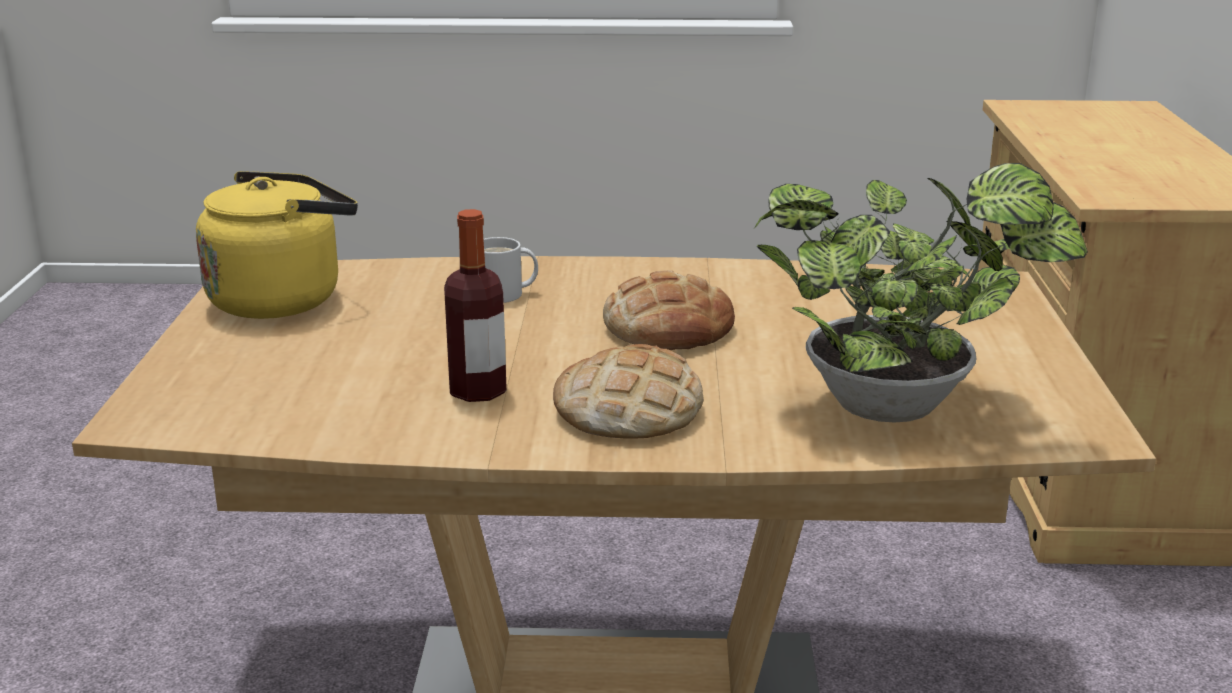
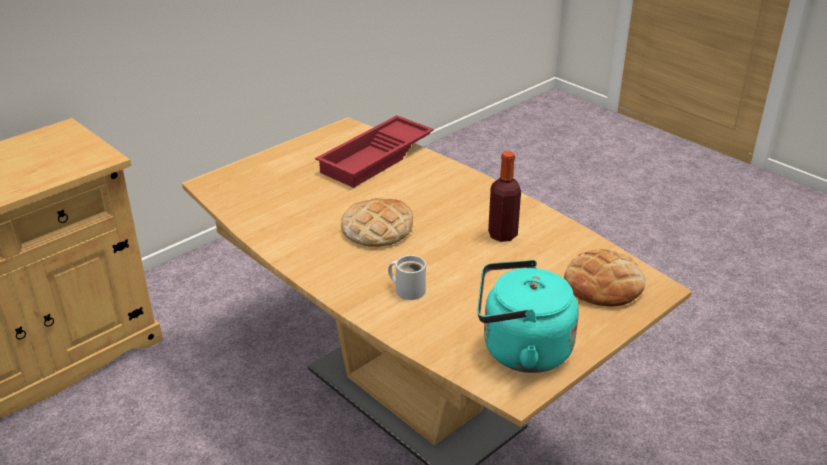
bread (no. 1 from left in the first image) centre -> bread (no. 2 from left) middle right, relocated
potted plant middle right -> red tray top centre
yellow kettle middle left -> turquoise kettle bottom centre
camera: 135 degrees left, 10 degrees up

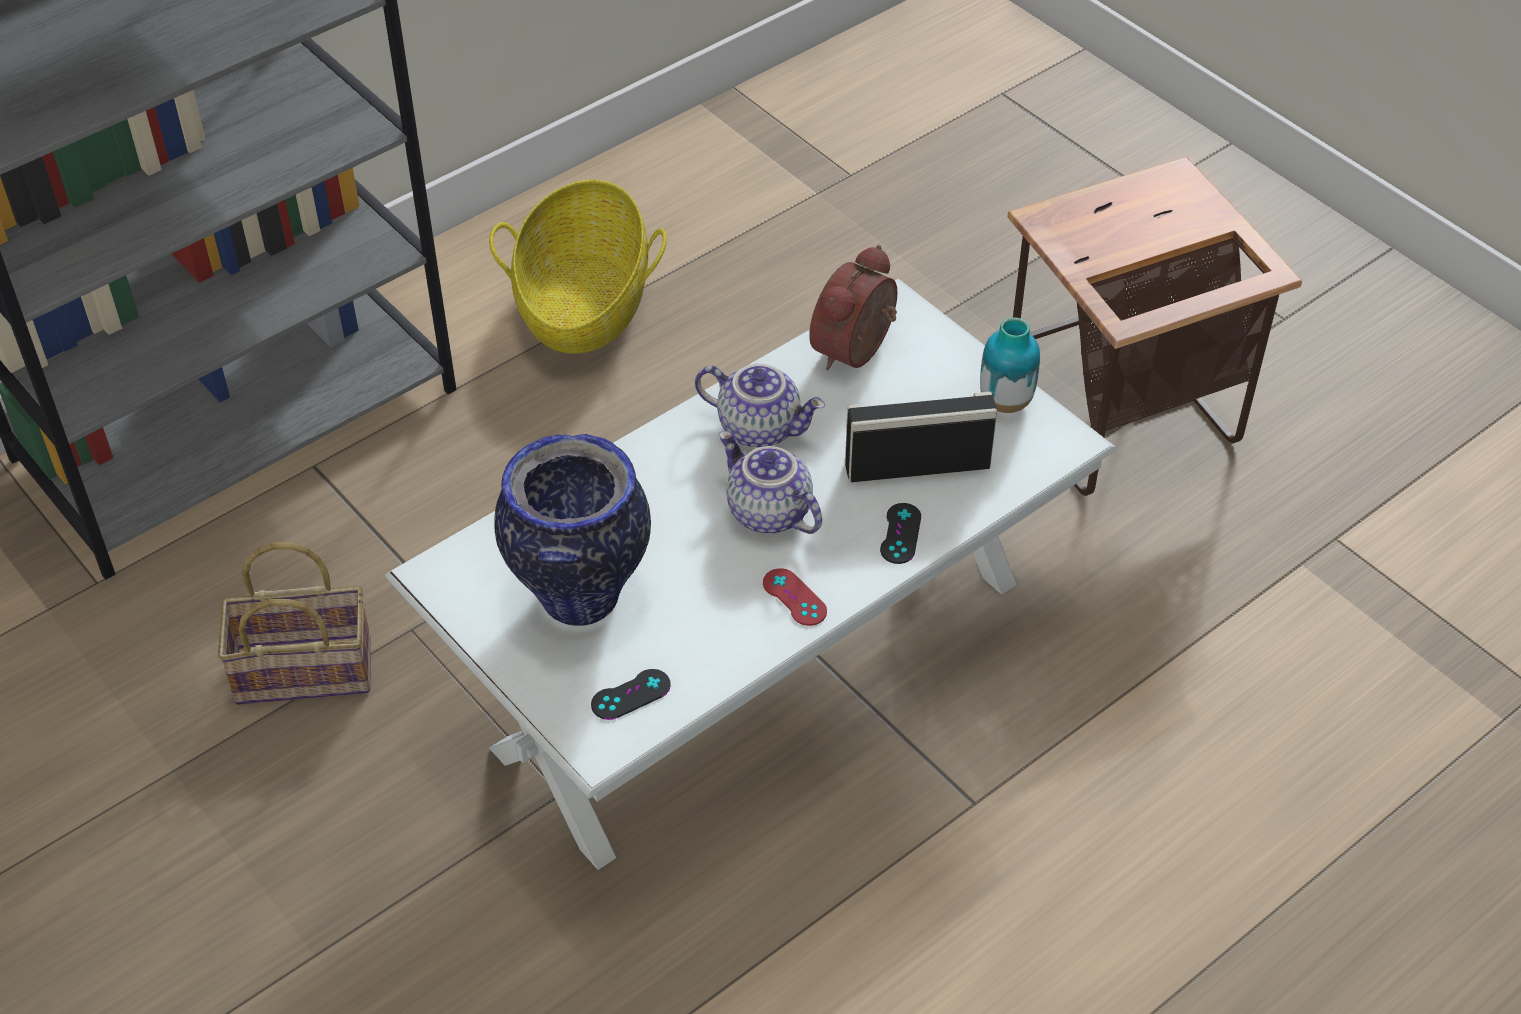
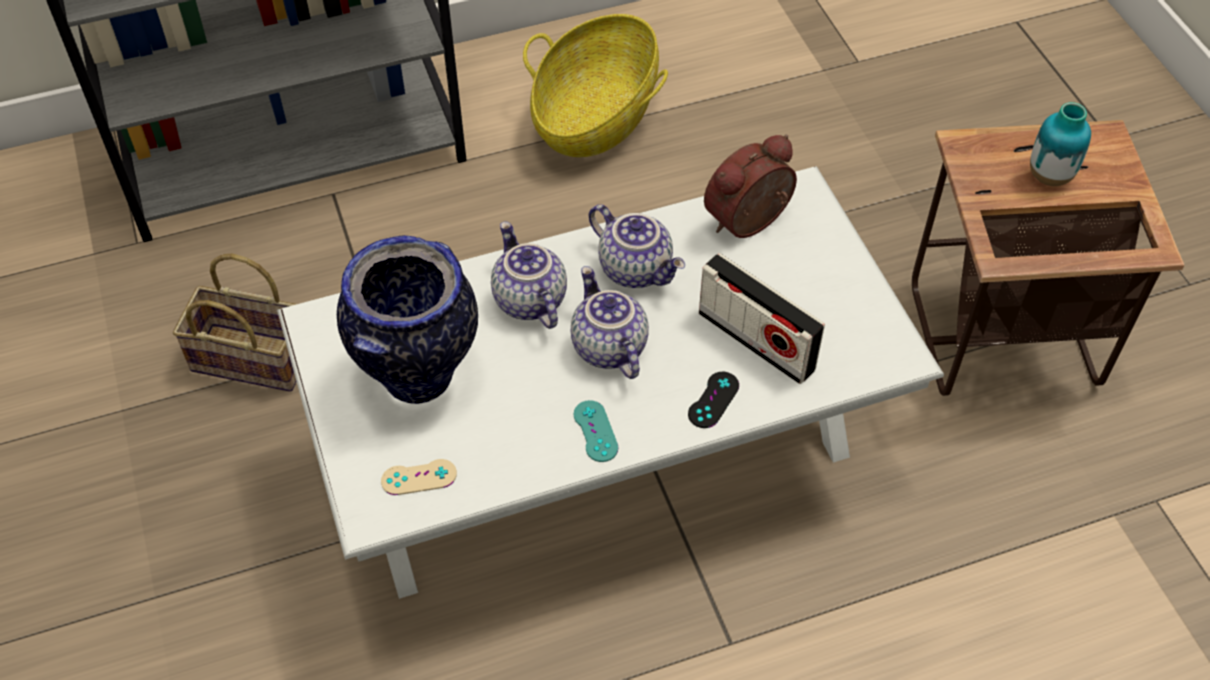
none -> teapot (no. 1 from left) centre
vase (no. 2 from left) centre -> vase (no. 2 from left) top right, relocated
black game controller (no. 1 from left) bottom centre -> beige game controller bottom centre
red game controller centre -> turquoise game controller centre
radio centre, 150 degrees counterclockwise
camera: 20 degrees right, 5 degrees up

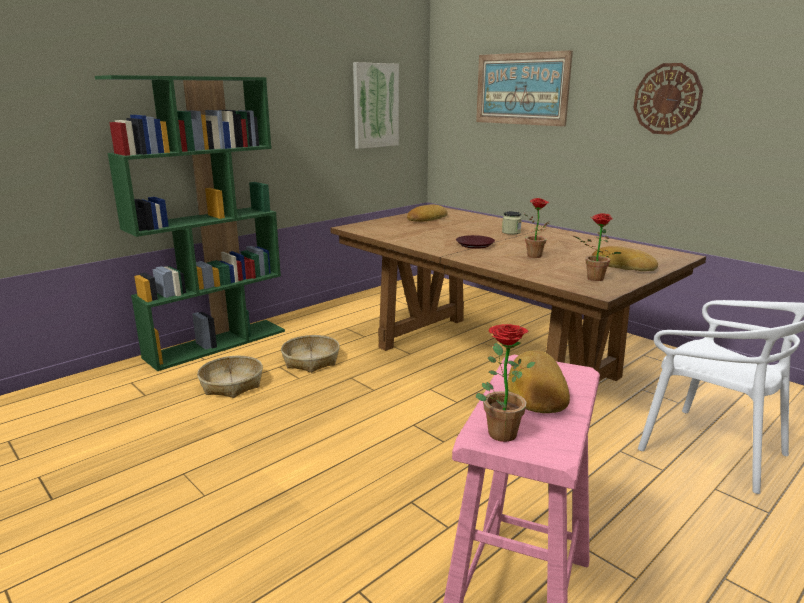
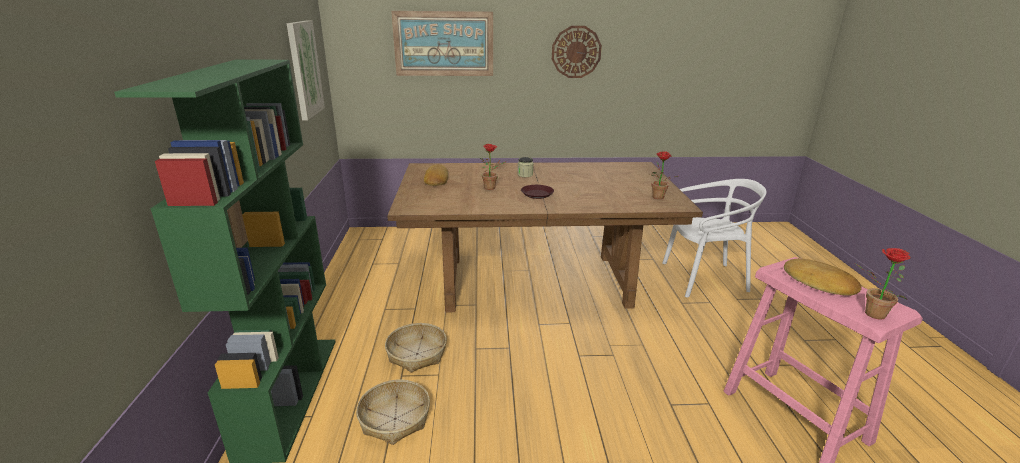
bread (no. 3 from left) middle right -> none
potted plant (no. 2 from left in the first image) middle right -> potted plant (no. 1 from left) centre, relocated
camera: 50 degrees left, 5 degrees up

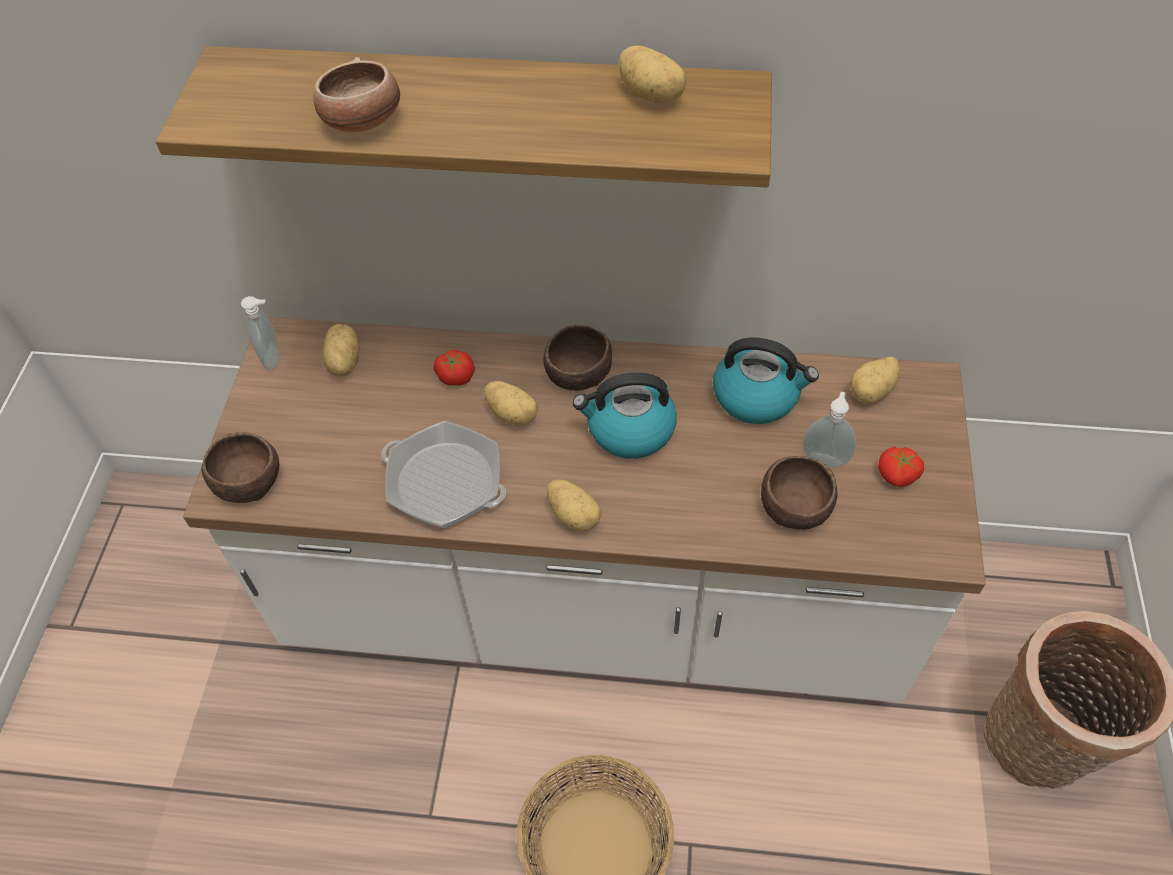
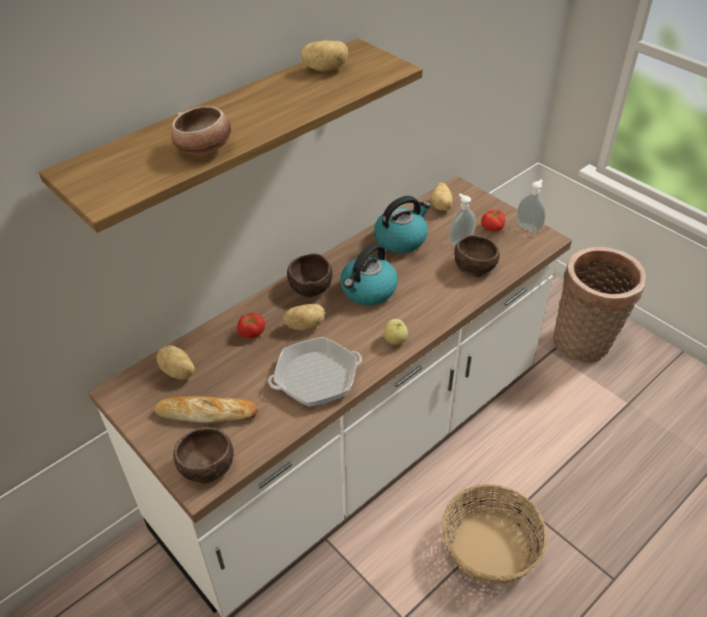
none -> bread middle left
soap dispenser (no. 1 from left in the first image) middle left -> soap dispenser (no. 2 from left) top right, relocated
potato (no. 3 from left) centre -> apple centre
camera: 50 degrees left, 10 degrees down

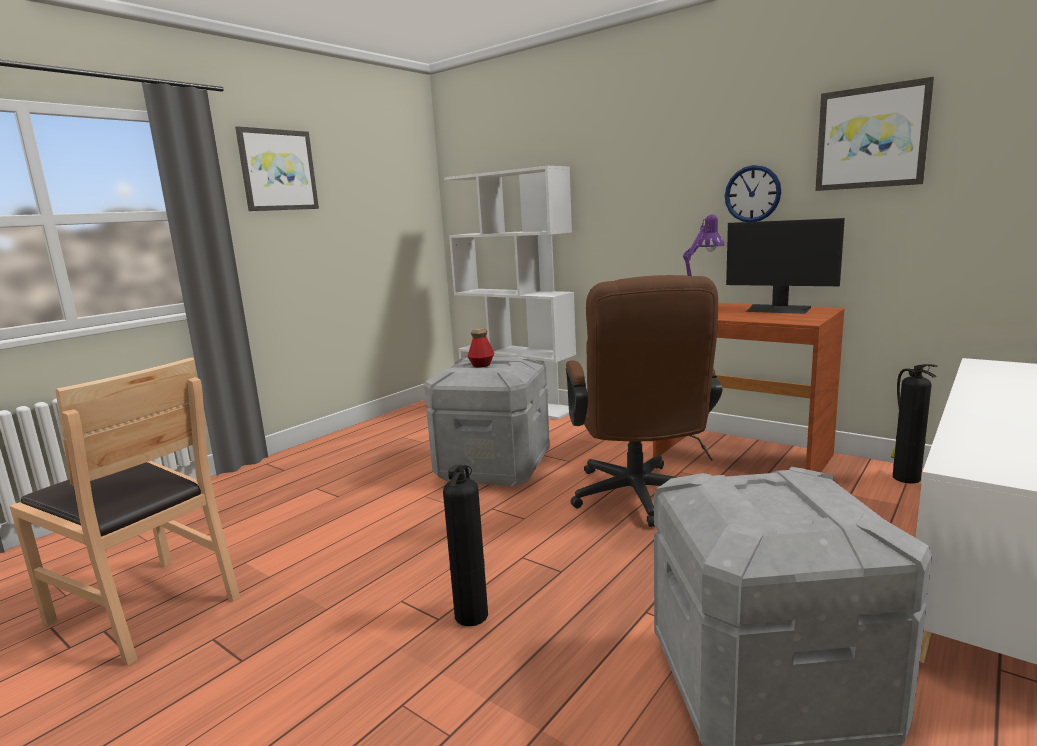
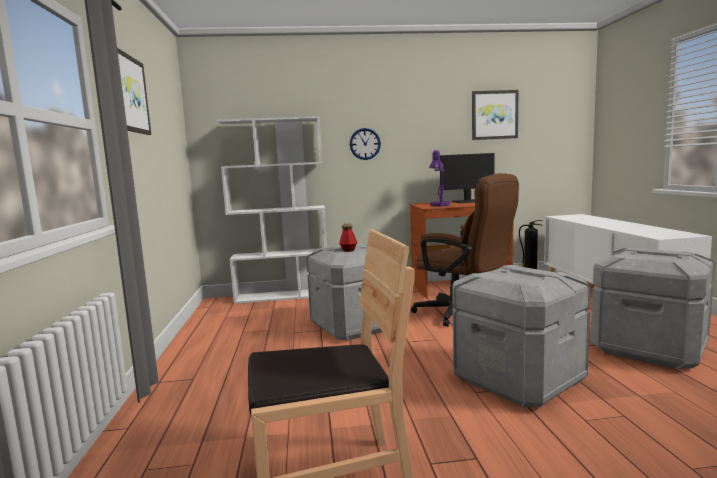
wall clock top right -> wall clock top centre, relocated
fire extinguisher (no. 1 from left) bottom centre -> grey storage box (no. 2 from left) bottom right
camera: 45 degrees left, 5 degrees down

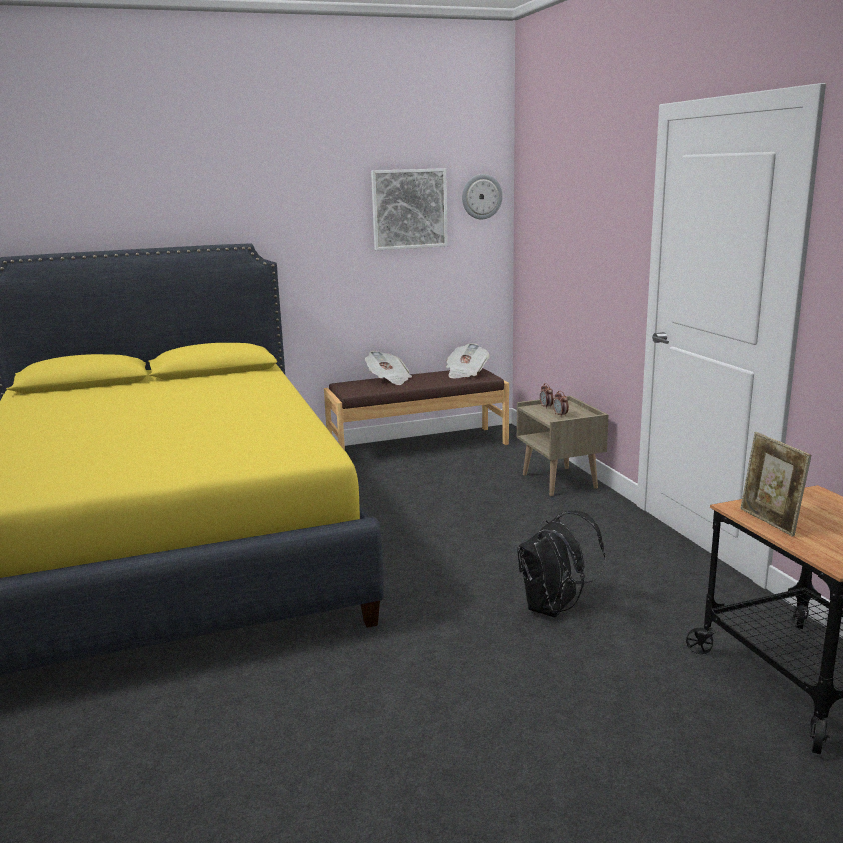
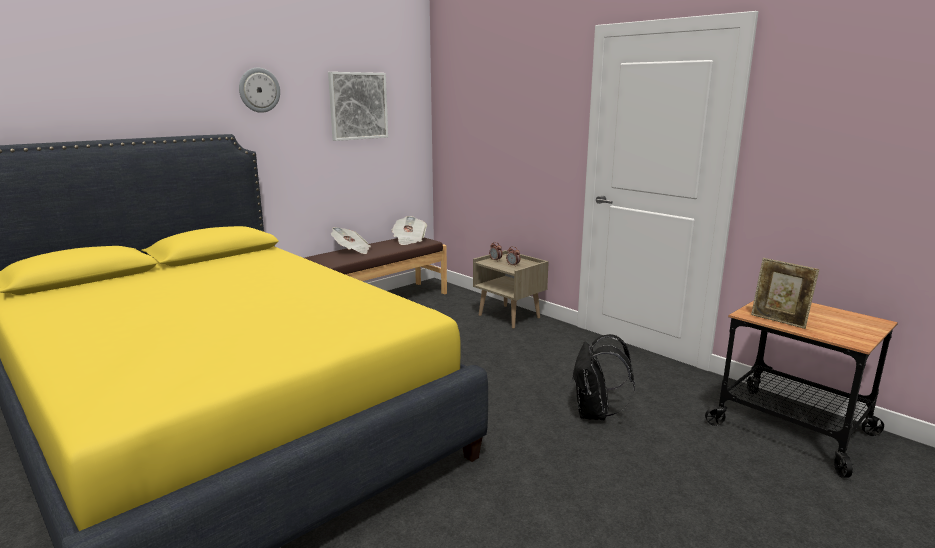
wall clock top centre -> wall clock top left, relocated
camera: 25 degrees left, 0 degrees up

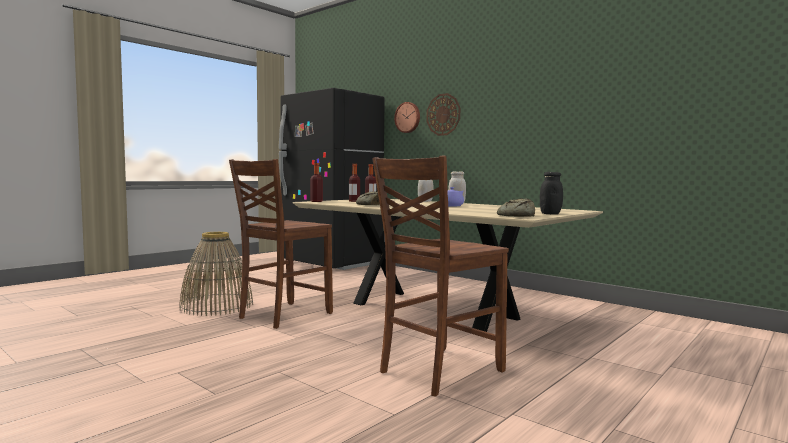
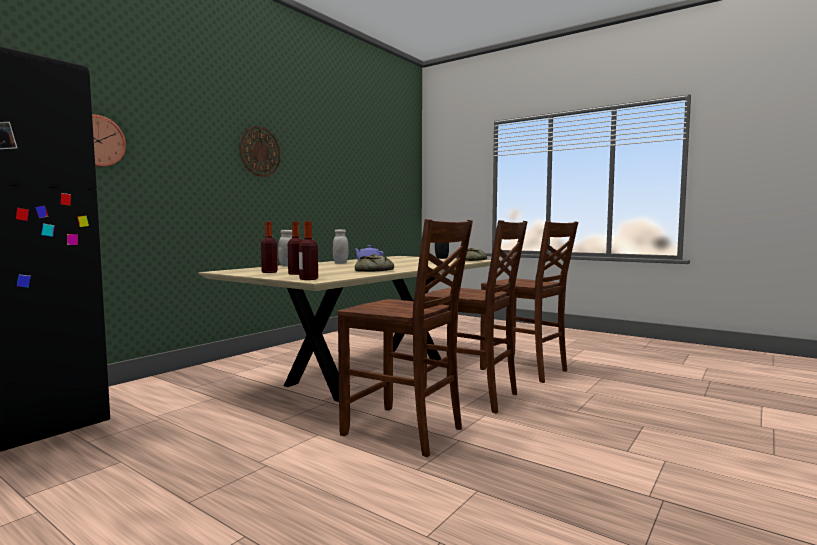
basket middle left -> none
none -> brown chair (no. 2 from left) centre
wall clock (no. 2 from left) top centre -> wall clock (no. 2 from left) top left, relocated
camera: 95 degrees left, 0 degrees up

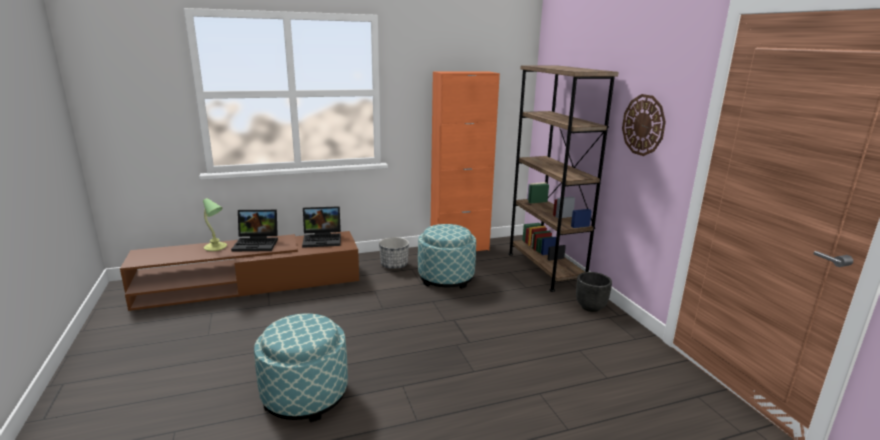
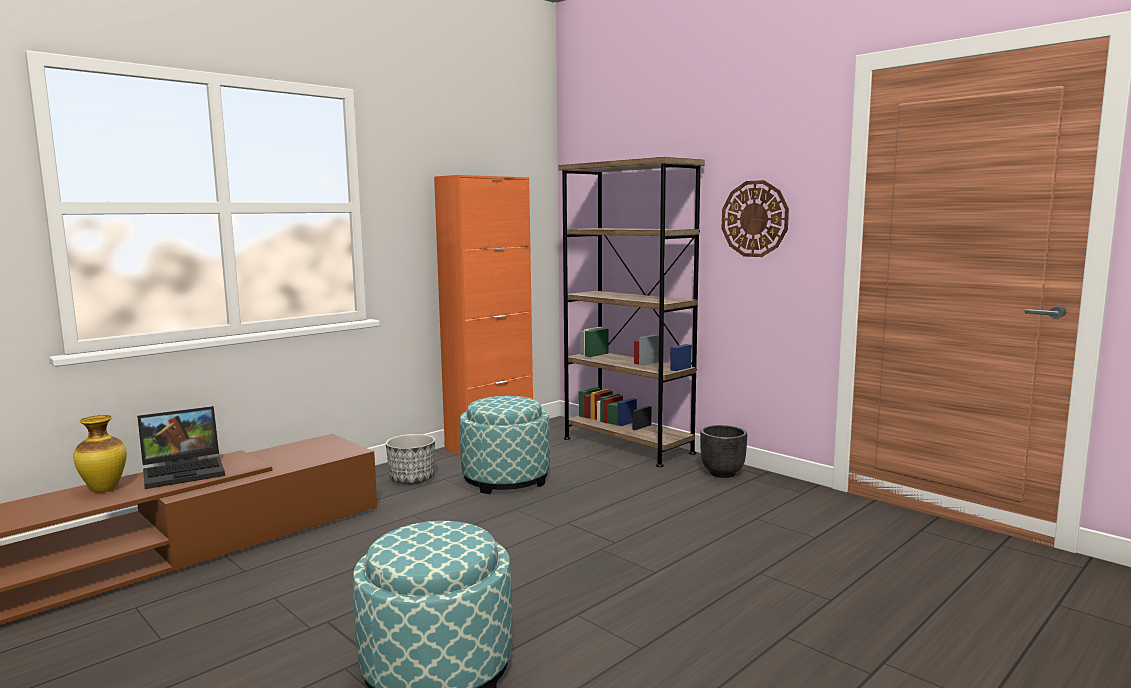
laptop (no. 2 from left) centre -> none
table lamp middle left -> vase middle left
camera: 25 degrees left, 10 degrees down

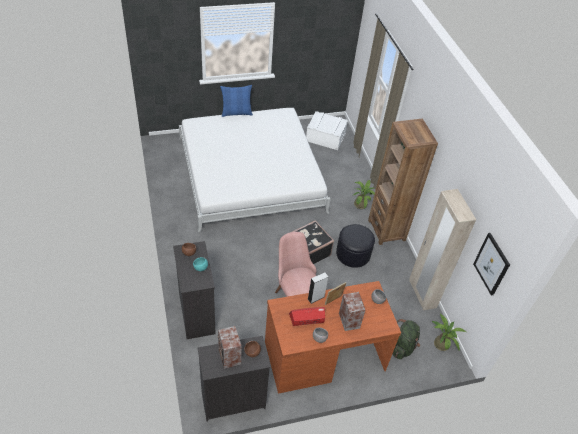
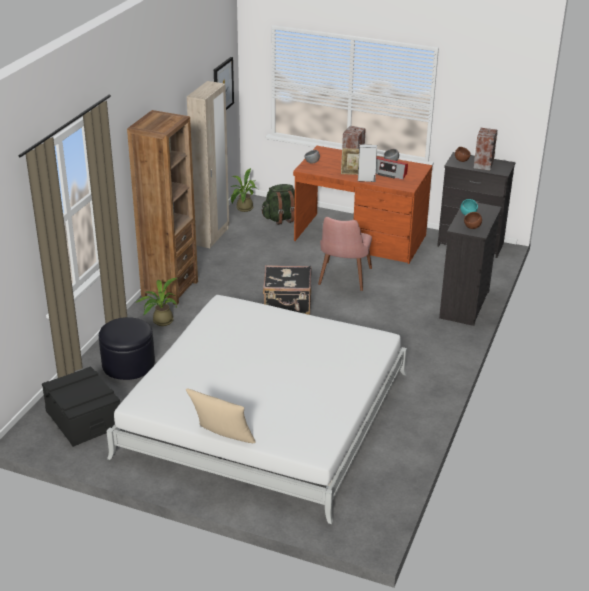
black ottoman centre -> black ottoman middle left, relocated
blue pillow top centre -> beige pillow bottom centre
white storage box top centre -> black storage box bottom left
camera: 140 degrees left, 15 degrees down

